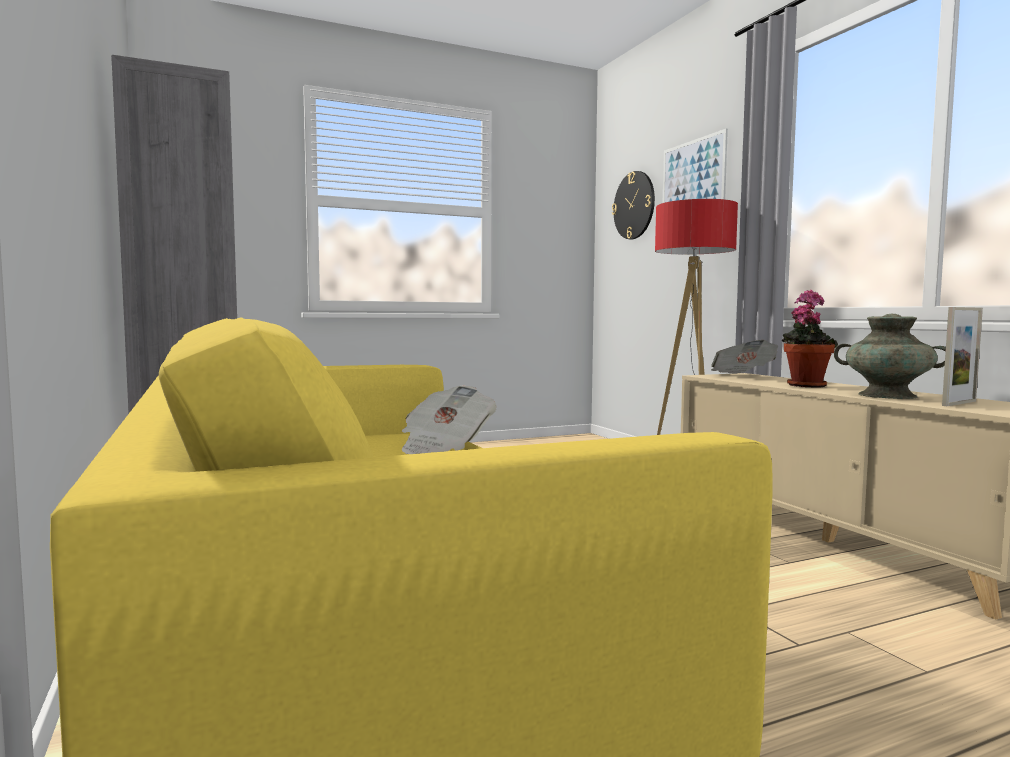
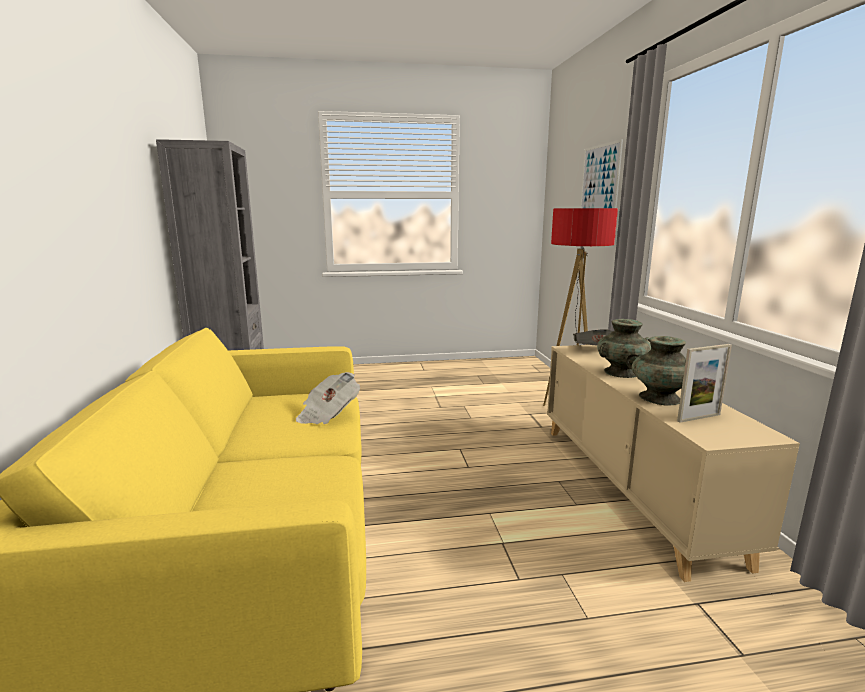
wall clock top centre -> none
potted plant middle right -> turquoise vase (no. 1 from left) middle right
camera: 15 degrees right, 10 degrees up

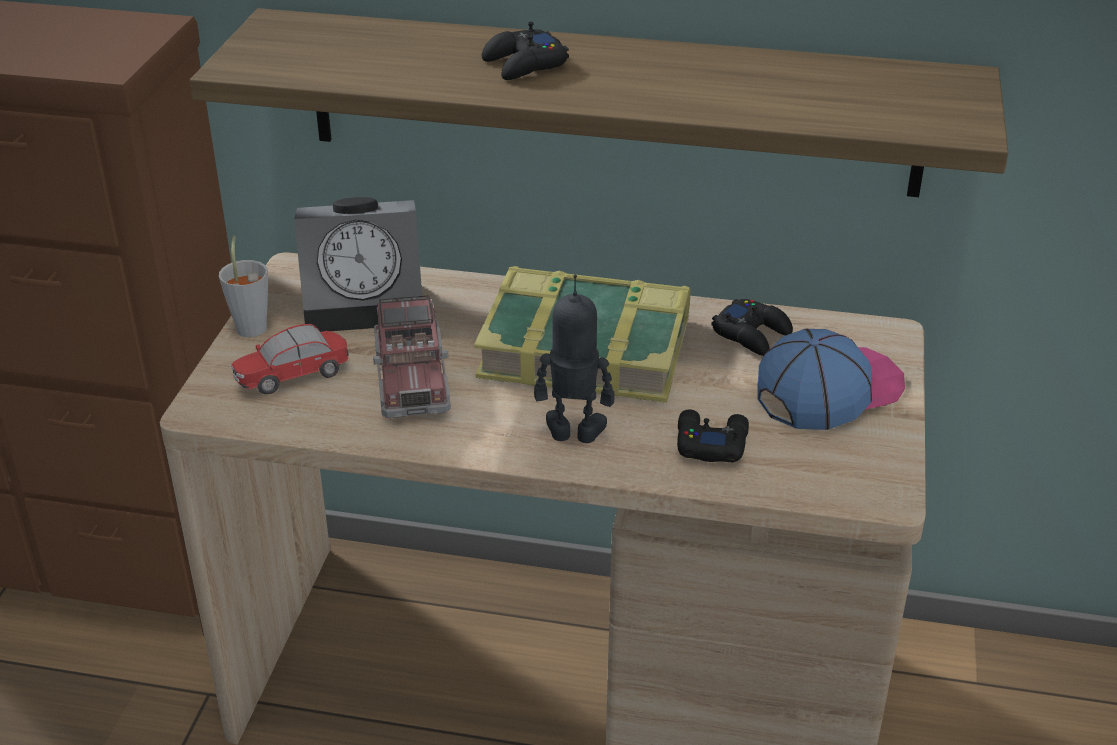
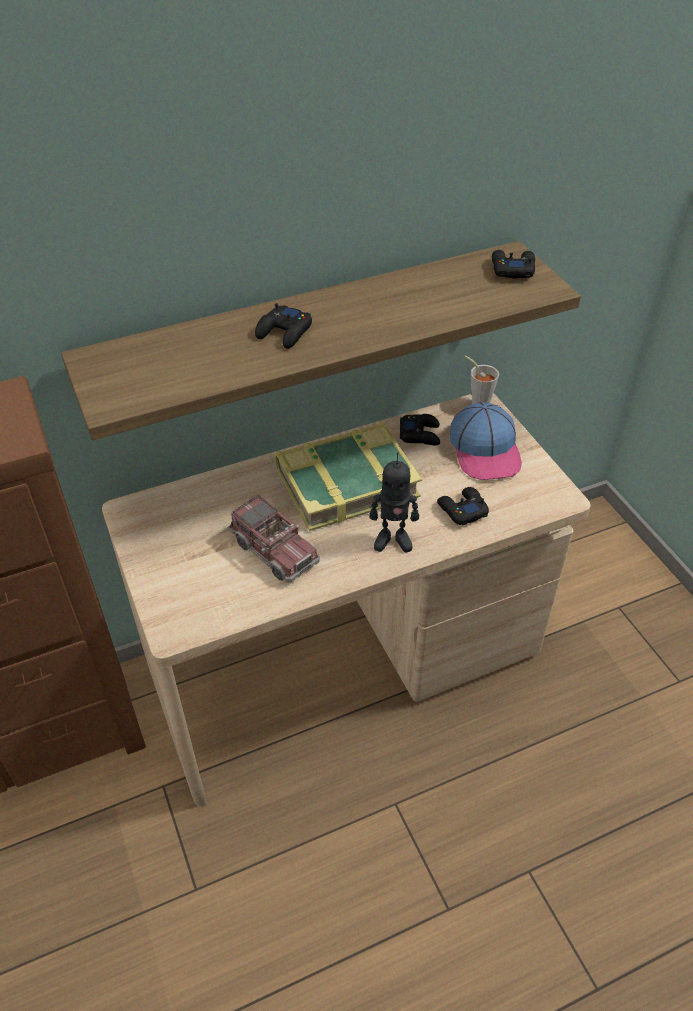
toy car middle left -> none
alarm clock middle left -> none
none -> black game controller (no. 4 from left) top right
grey cup middle left -> grey cup middle right, relocated
toy robot centre, 150 degrees counterclockwise
cap middle right, 150 degrees clockwise
camera: 35 degrees left, 10 degrees up

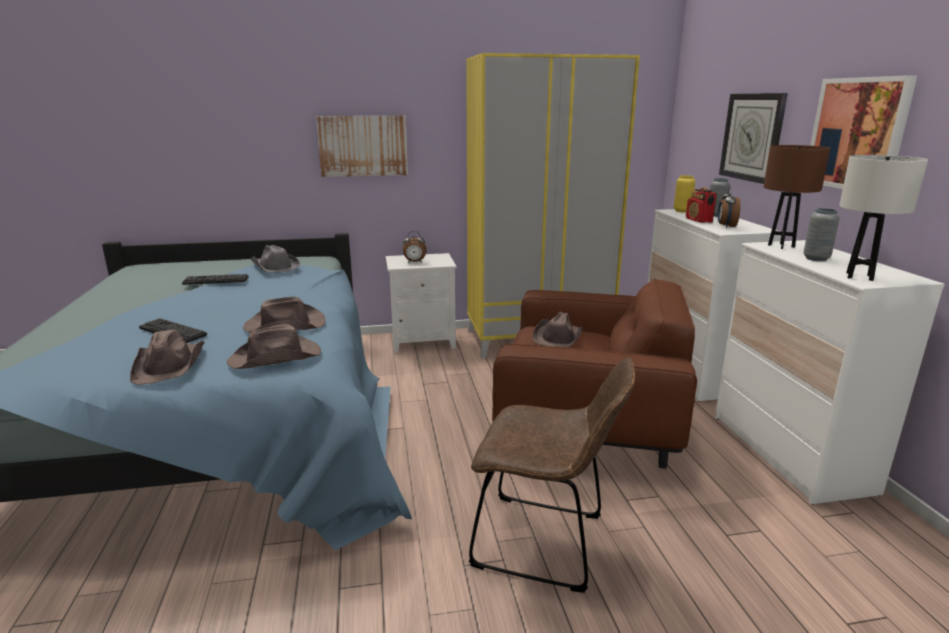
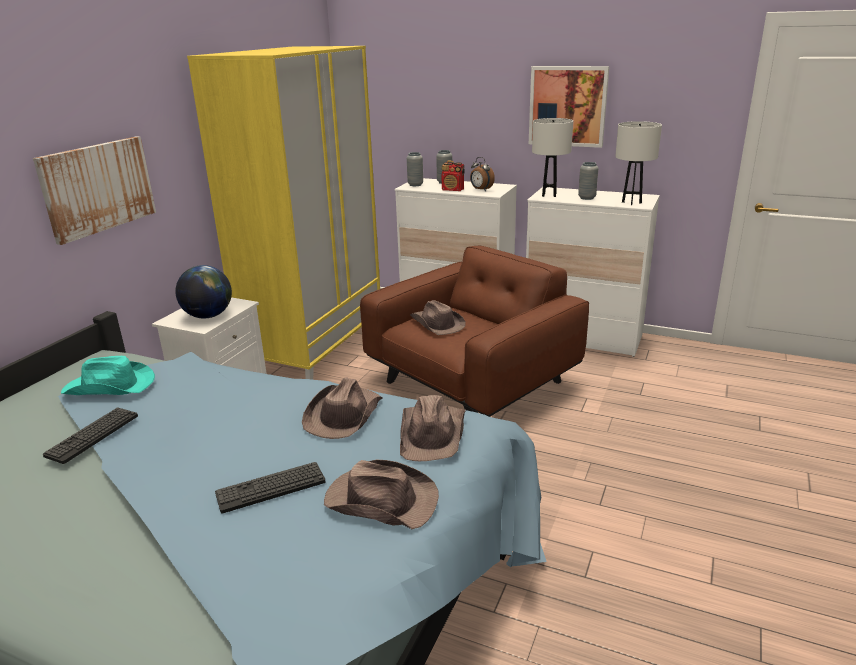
brown chair bottom centre -> none
wall clock top right -> none
alarm clock (no. 1 from left) centre -> globe middle left
grey hat middle left -> turquoise hat middle left
yellow vase top right -> grey vase (no. 1 from left) top centre
brown table lamp top right -> white table lamp (no. 1 from left) top centre
camera: 55 degrees left, 5 degrees up

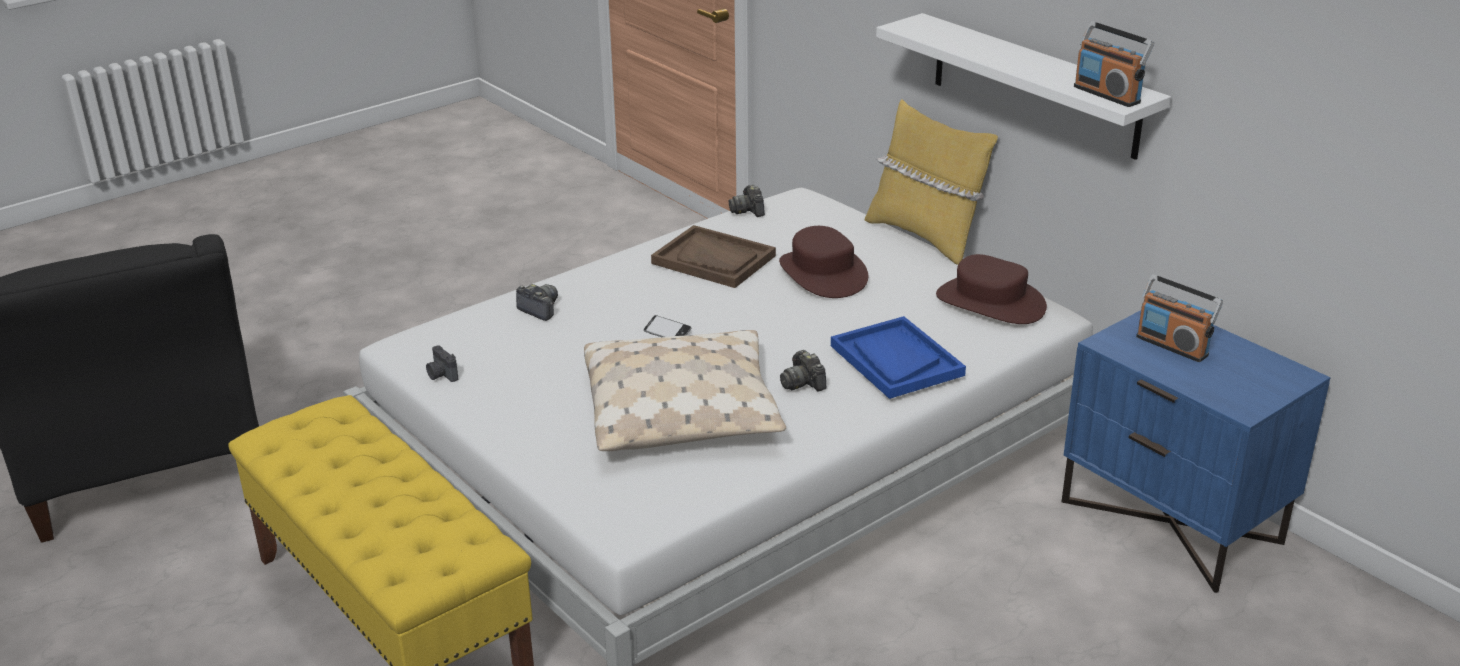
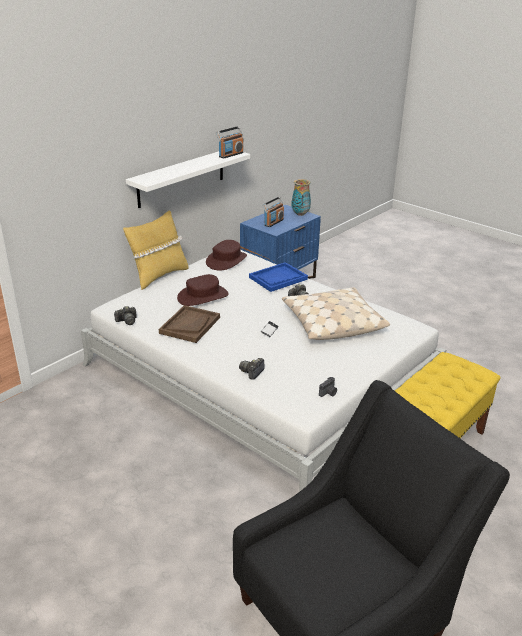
none -> vase top centre
camera: 100 degrees left, 0 degrees up

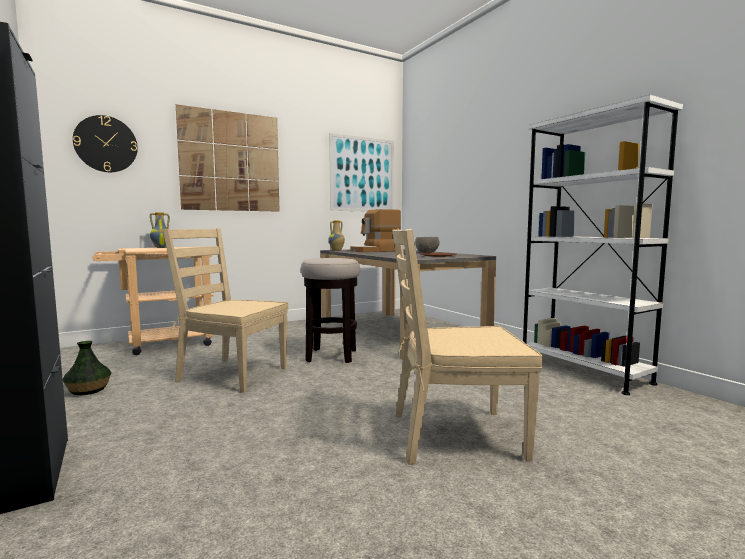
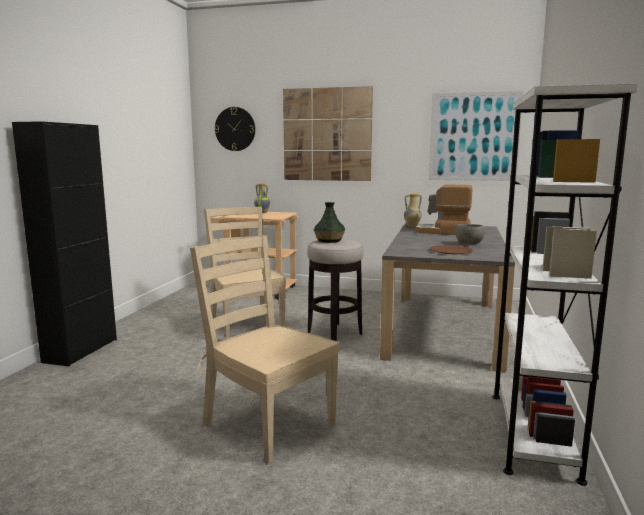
vase (no. 1 from left in the first image) middle left -> vase (no. 2 from left) centre, relocated
camera: 45 degrees right, 5 degrees up

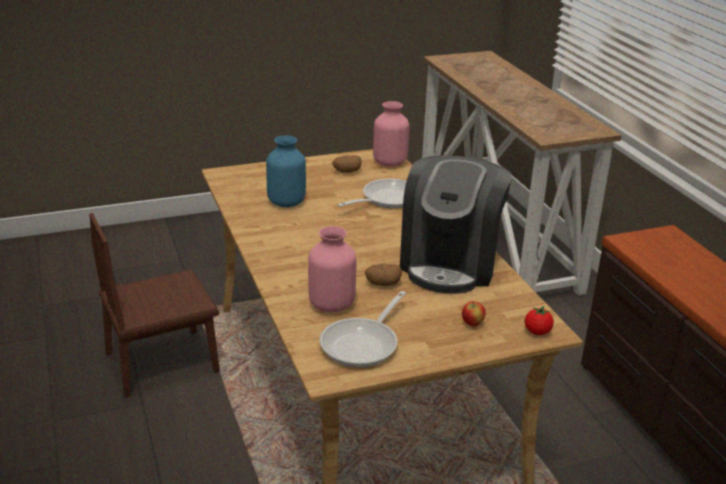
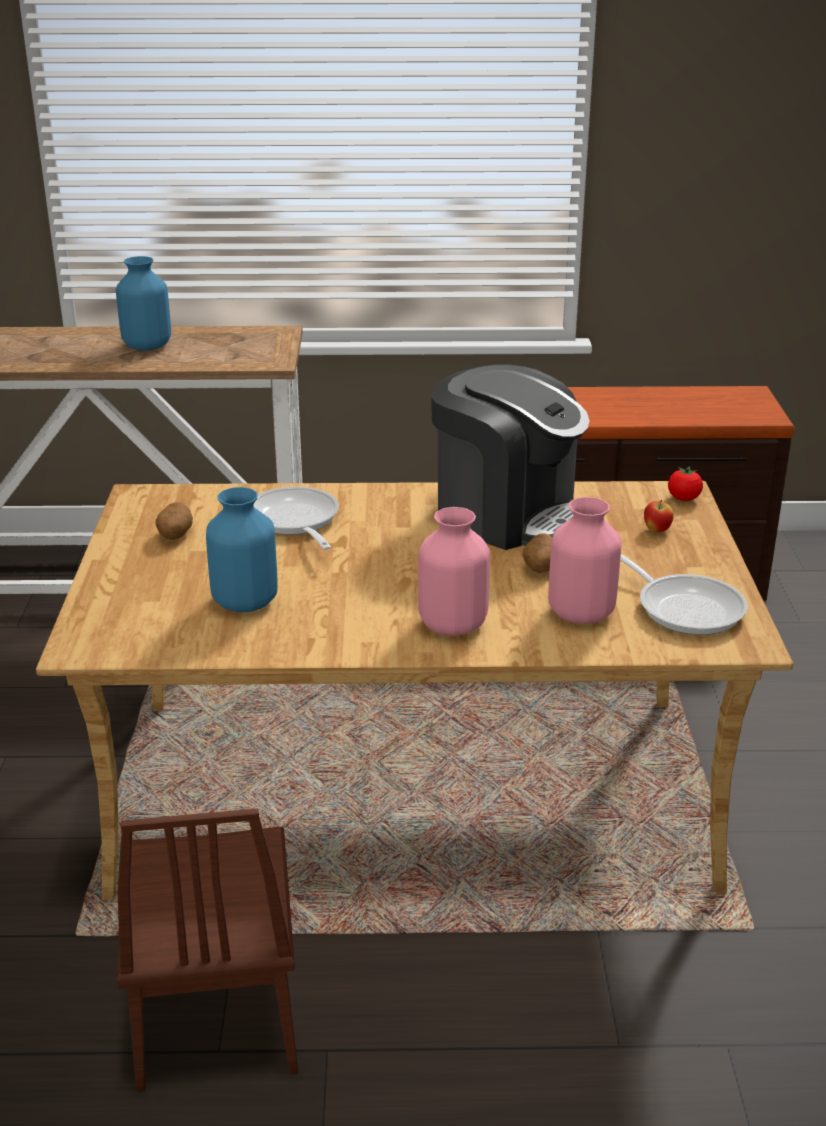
none -> blue vase (no. 1 from left) top left
pink vase (no. 2 from left in the first image) top centre -> pink vase (no. 1 from left) centre, relocated
camera: 70 degrees left, 0 degrees up

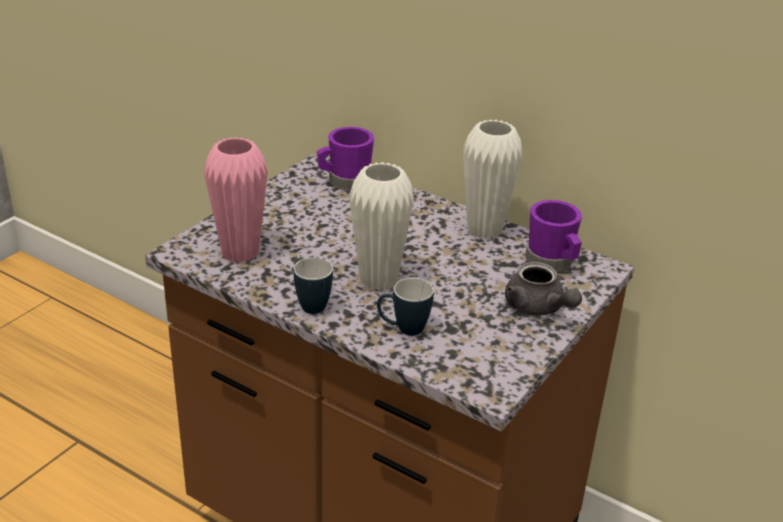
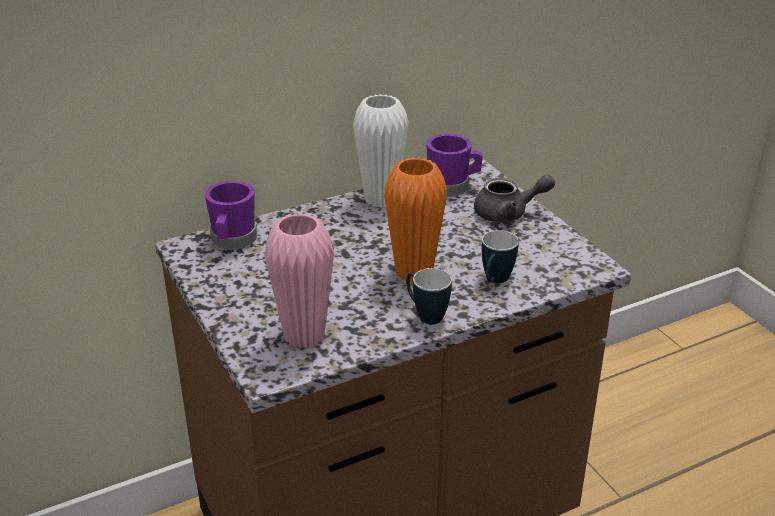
white vase (no. 1 from left) centre -> orange vase centre
camera: 60 degrees left, 0 degrees up

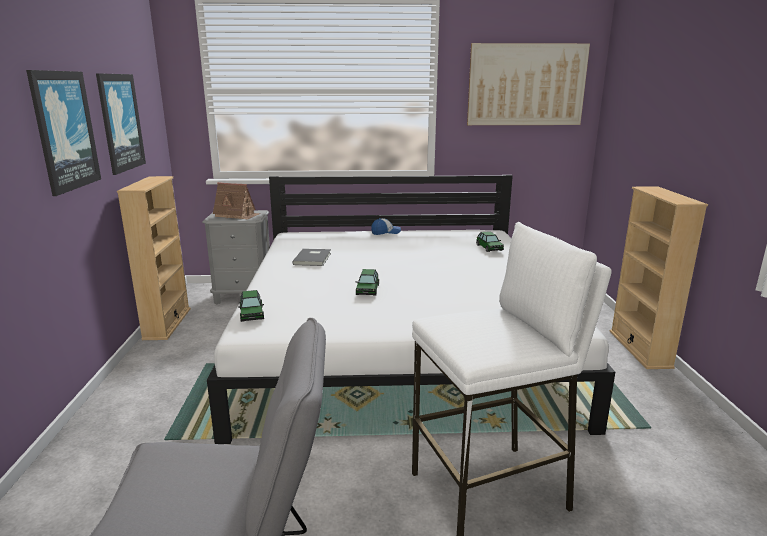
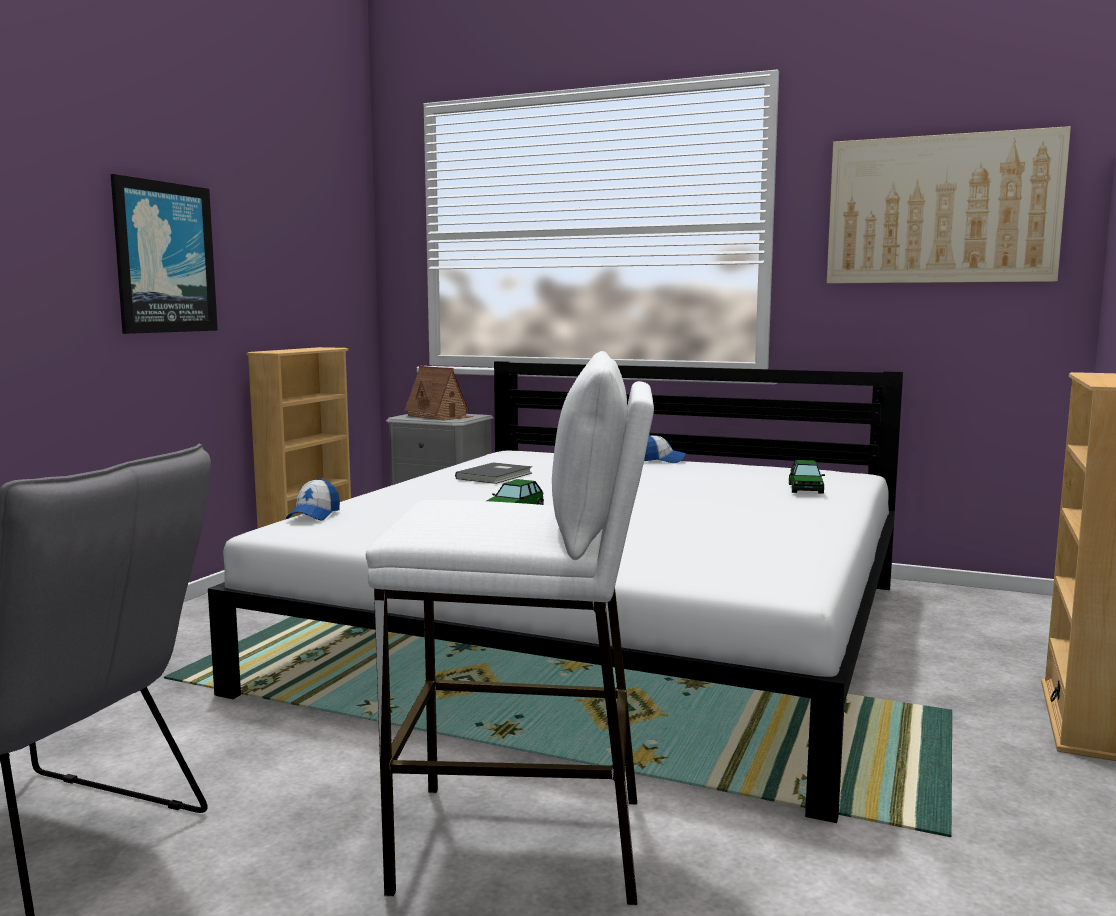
picture (no. 2 from left) top left -> none
toy car (no. 1 from left) middle left -> cap (no. 1 from left) middle left
camera: 25 degrees right, 10 degrees down

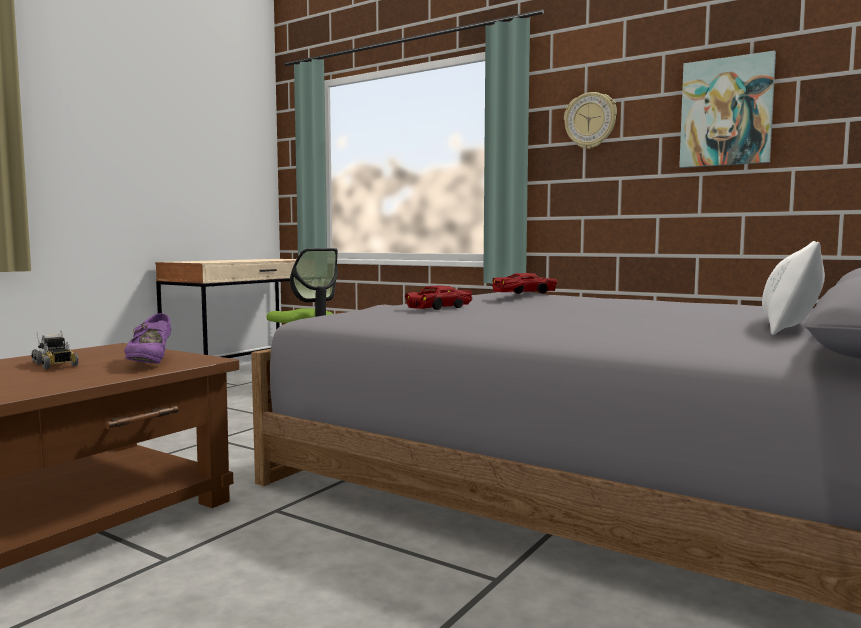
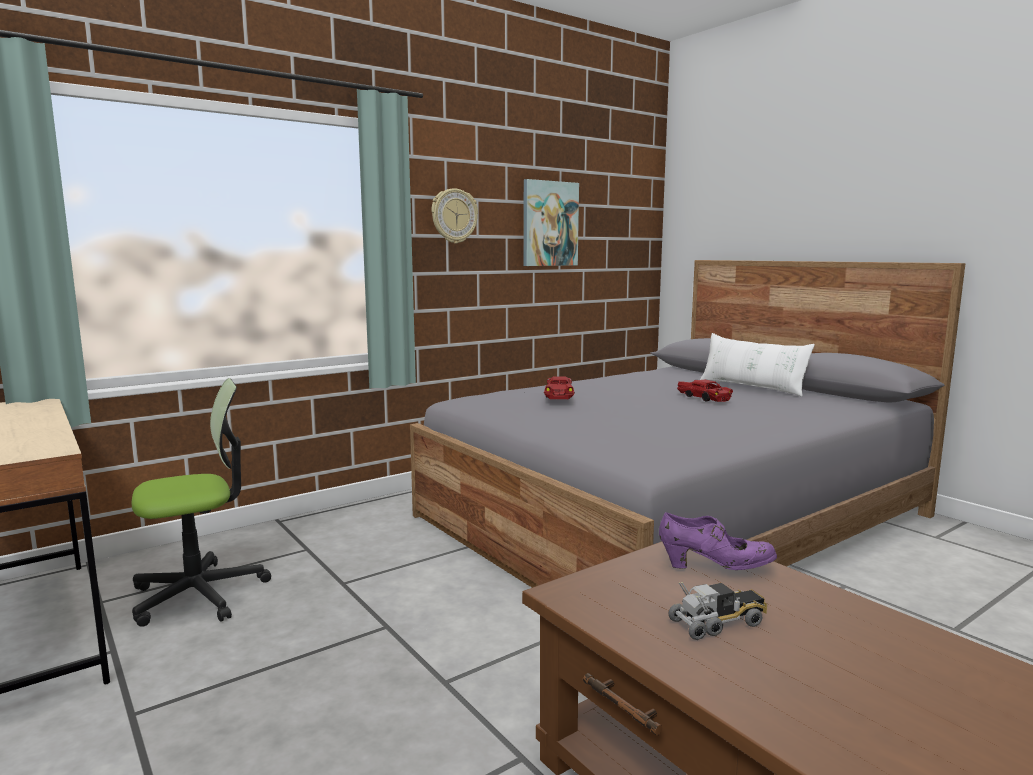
red toy car (no. 1 from left in the first image) centre -> red toy car (no. 2 from left) middle right, relocated
camera: 70 degrees left, 5 degrees up

